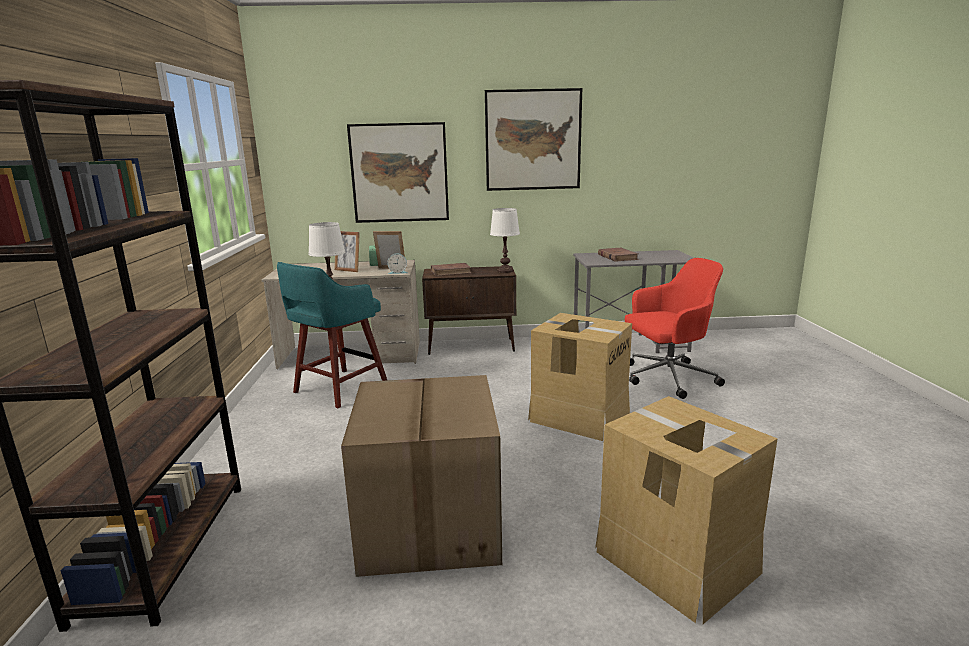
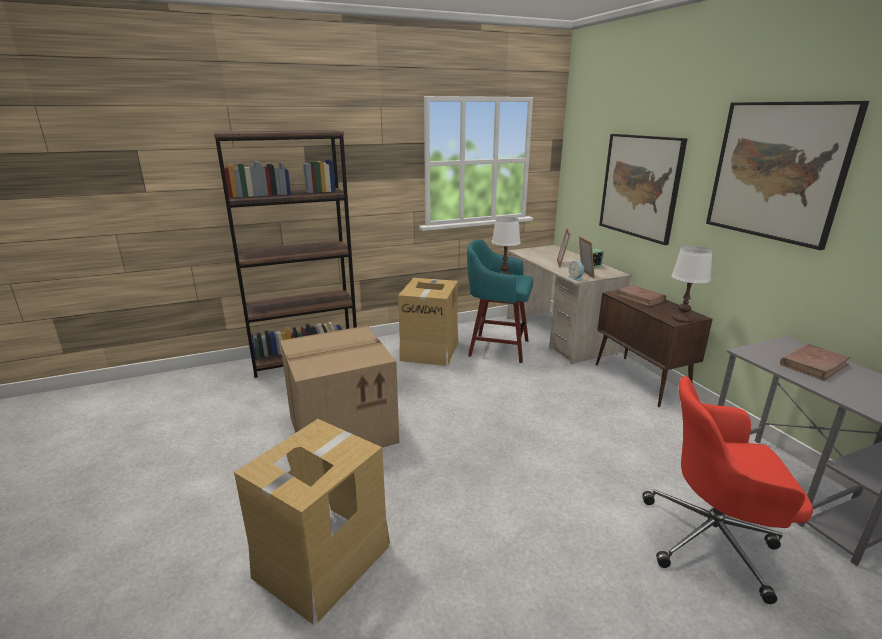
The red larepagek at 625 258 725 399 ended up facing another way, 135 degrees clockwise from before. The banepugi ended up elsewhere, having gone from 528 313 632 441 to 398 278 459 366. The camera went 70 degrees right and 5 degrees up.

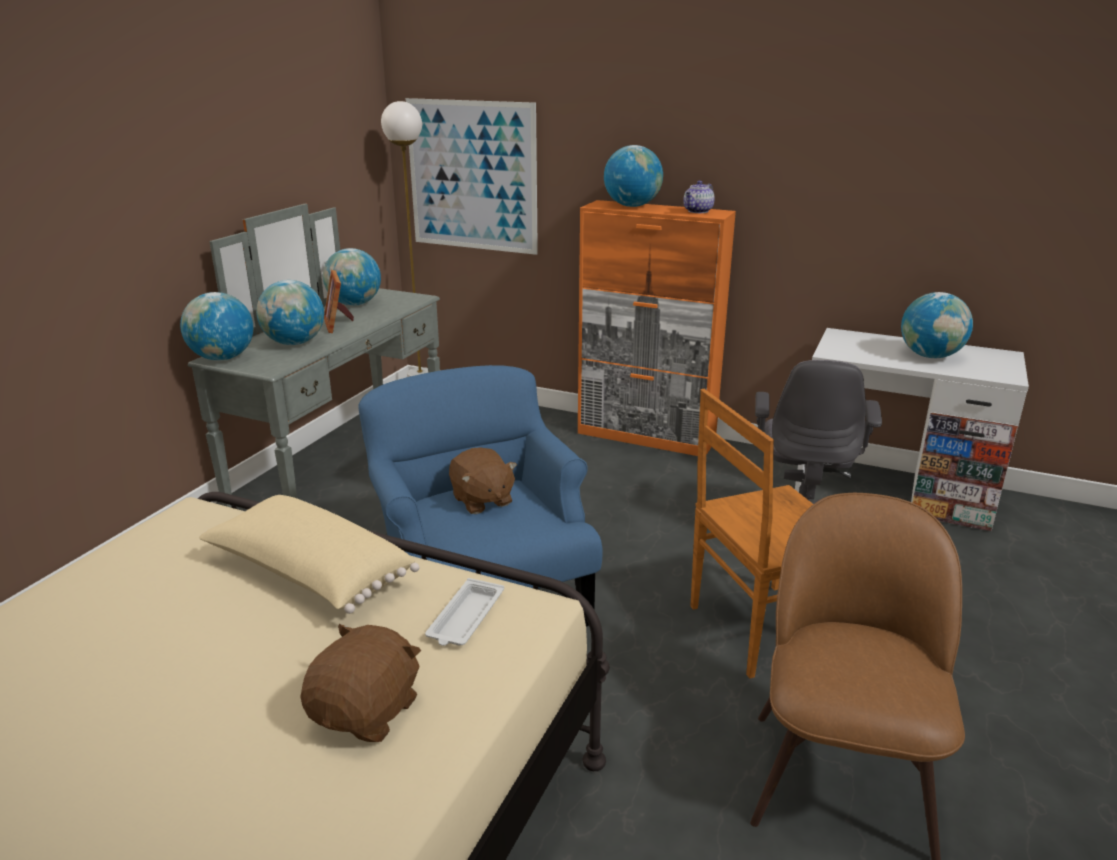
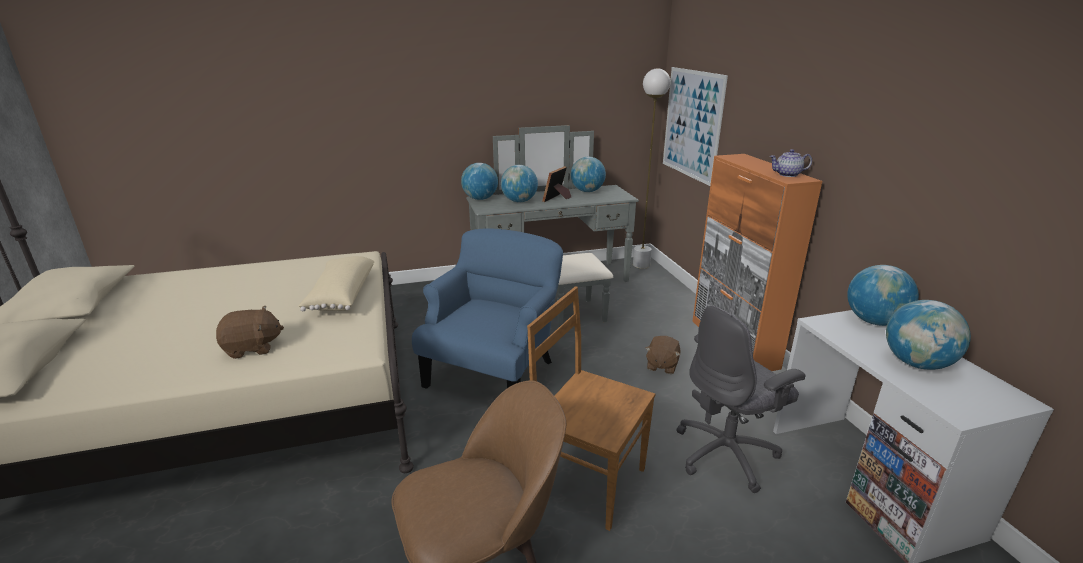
The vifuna ended up elsewhere, having gone from 604 145 663 207 to 847 265 919 326. The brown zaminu ended up elsewhere, having gone from 449 448 517 514 to 645 336 680 374. The second view lost the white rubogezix at 425 578 504 646. The camera went 50 degrees right and 0 degrees up.

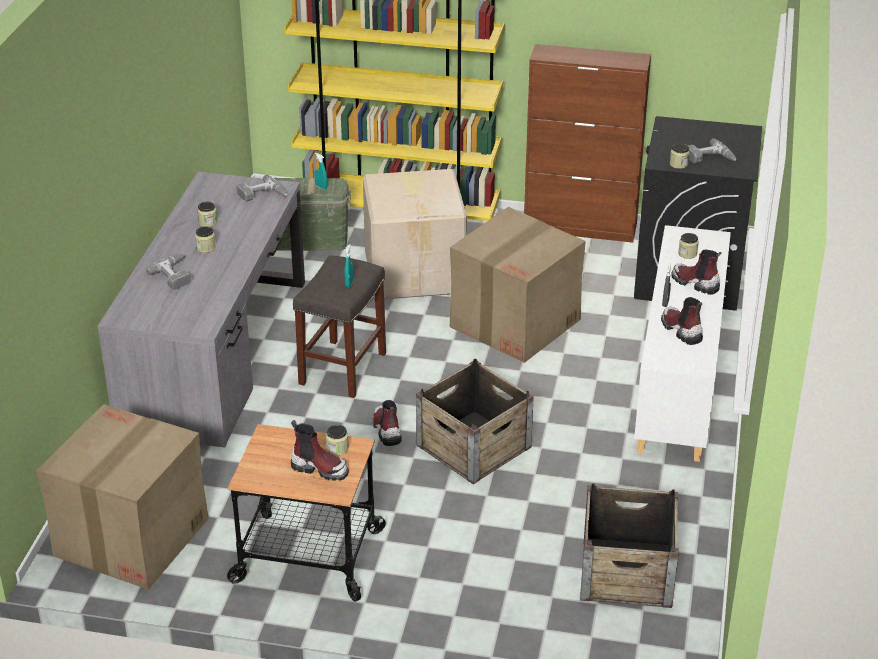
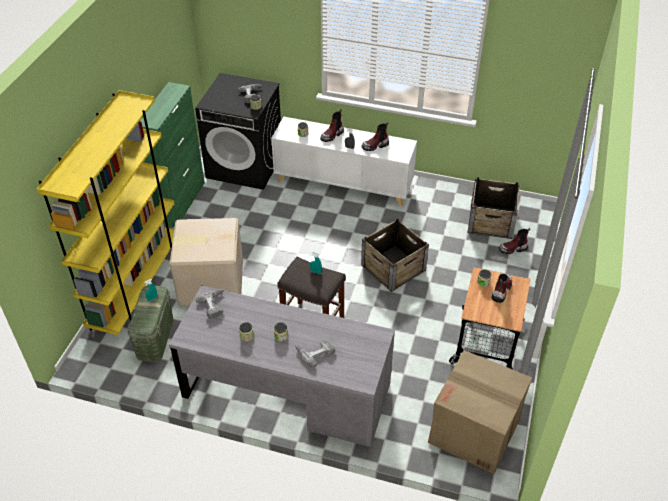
What was the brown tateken at 524 44 651 243 turned into the green tateken at 140 82 205 227. The second view lost the banepugi at 450 207 586 363. The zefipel ended up elsewhere, having gone from 373 400 402 446 to 499 228 531 254. The camera went 85 degrees left and 10 degrees up.

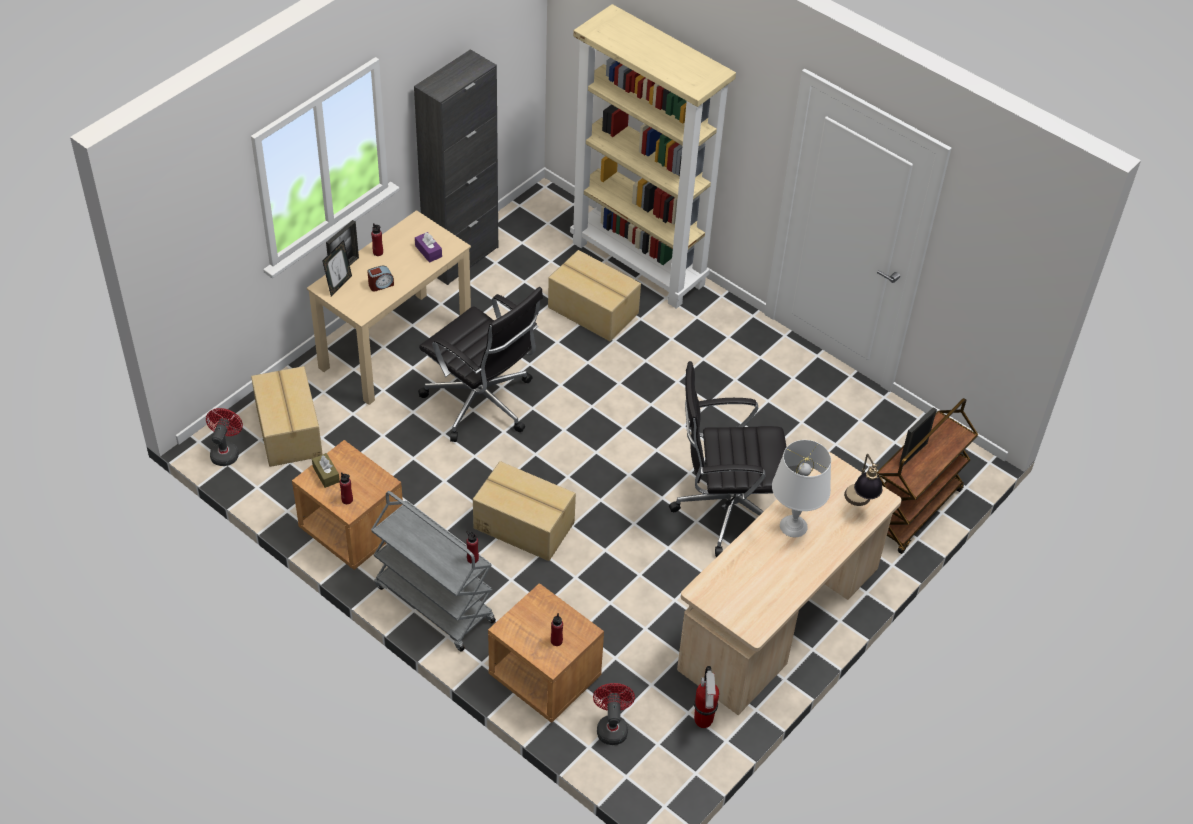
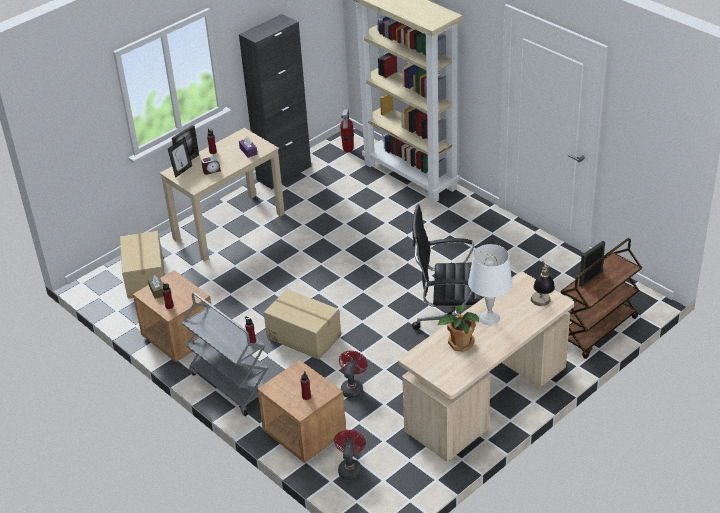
The second view lost the banepugi at 548 250 641 341. The second view lost the black larepagek at 418 287 543 442. The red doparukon ended up elsewhere, having gone from 206 408 243 466 to 339 350 368 398. The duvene ended up elsewhere, having gone from 694 666 719 728 to 340 109 354 153. The second view gained the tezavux at 438 305 479 352. The camera went 10 degrees right and 10 degrees down.

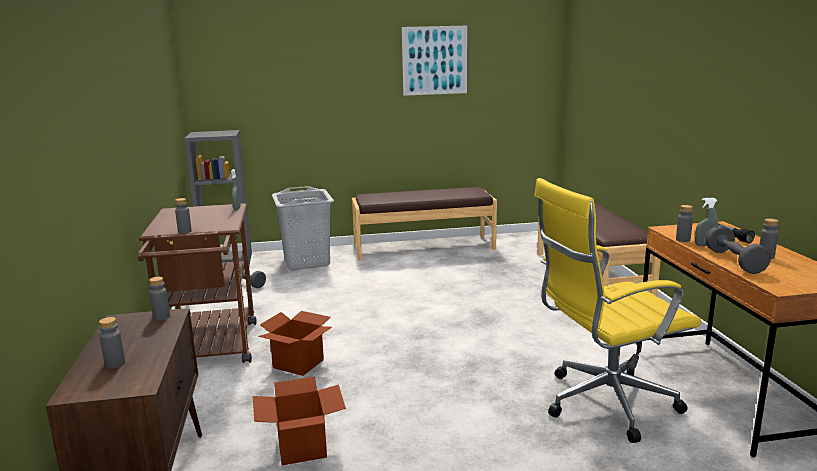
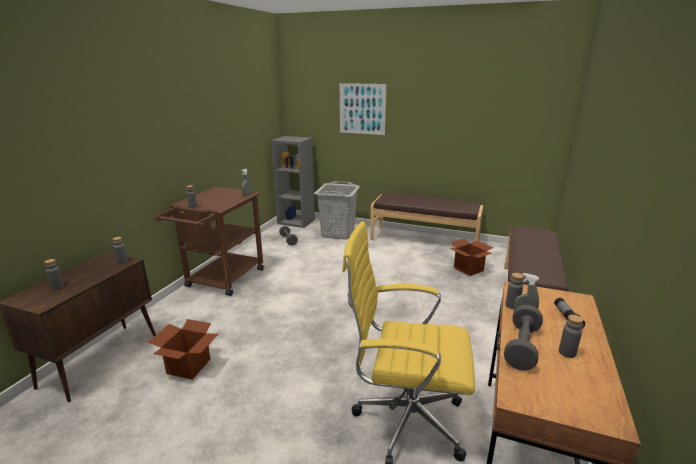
The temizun ended up elsewhere, having gone from 402 26 467 96 to 340 83 386 135. The banepugi ended up elsewhere, having gone from 258 311 332 376 to 449 238 493 276. The camera went 30 degrees right and 5 degrees up.

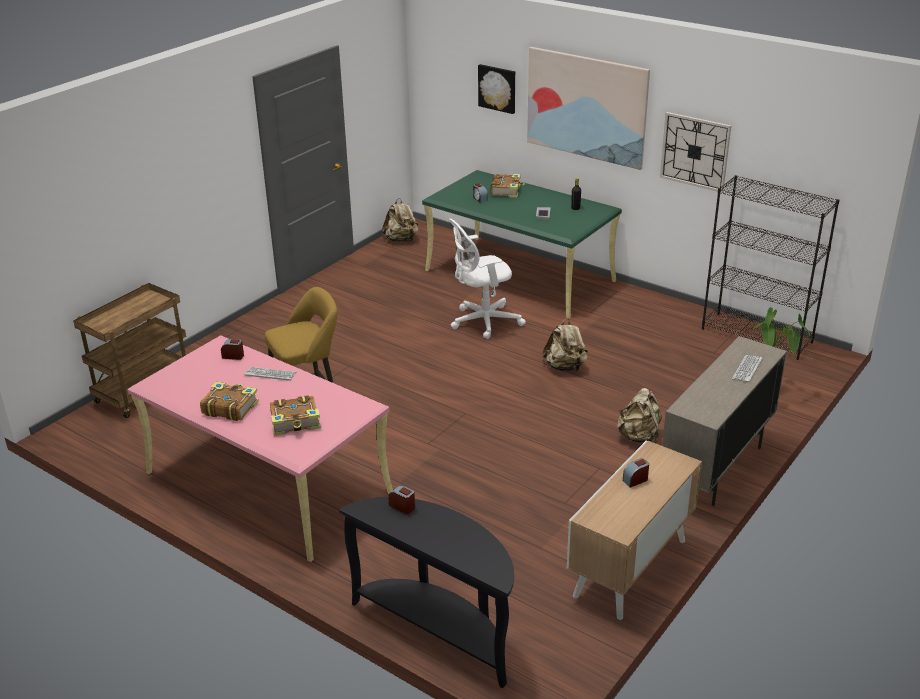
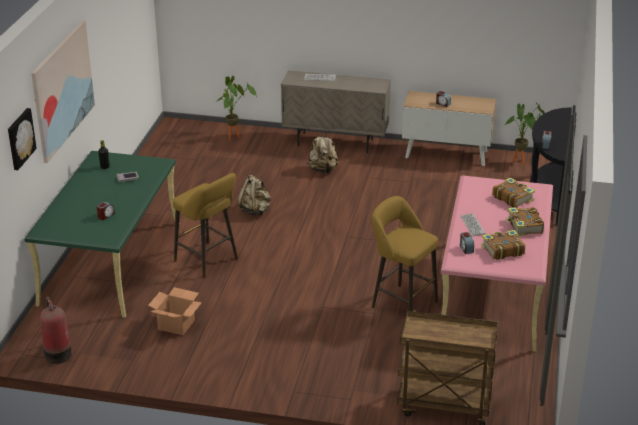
The second view lost the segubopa at 660 112 731 193. The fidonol ended up elsewhere, having gone from 491 174 525 198 to 481 230 525 260. The second view lost the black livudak at 702 175 840 360. Where the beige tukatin stood at 382 198 418 242, the duvene came to stand at 40 297 72 364. Where the white larepagek stood at 449 219 526 339, the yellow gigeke came to stand at 173 173 238 278. The second view gained the tezavux at 505 102 545 166. The second view gained the banepugi at 148 287 202 335. The camera went 115 degrees left and 0 degrees up.

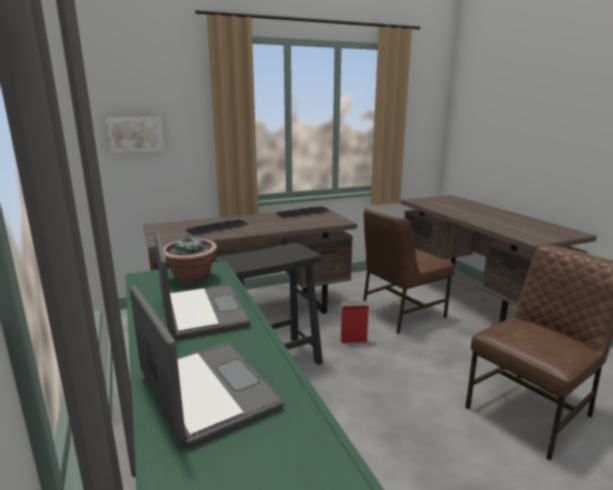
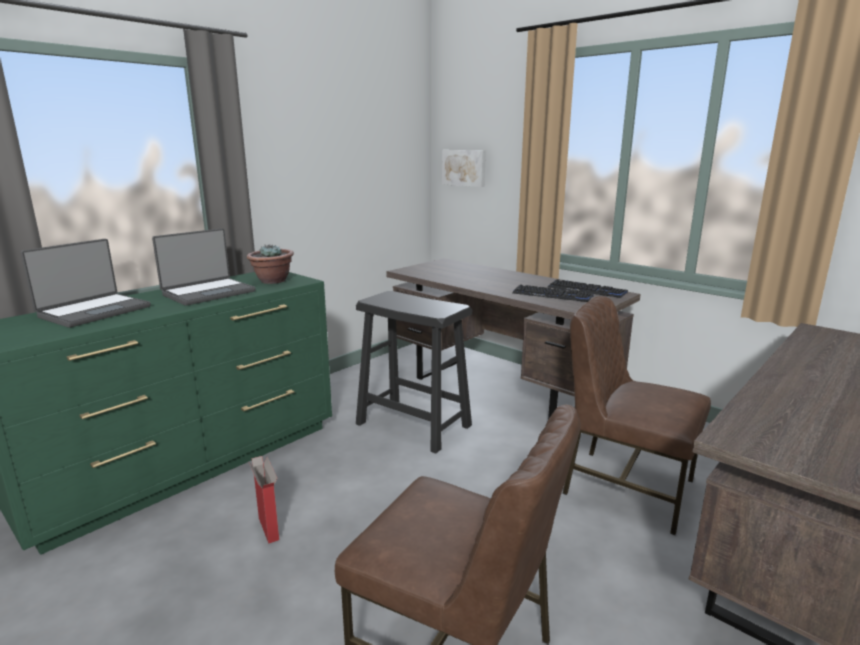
The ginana ended up elsewhere, having gone from 186 219 249 236 to 512 284 594 302. The banepugi ended up elsewhere, having gone from 340 301 372 343 to 248 456 279 544. The camera went 65 degrees right and 0 degrees up.

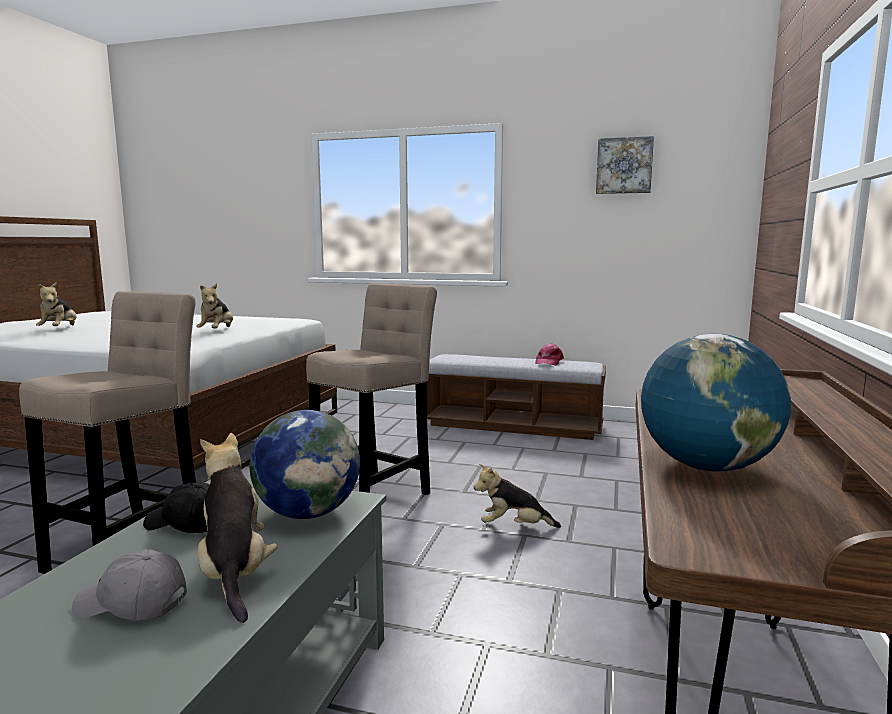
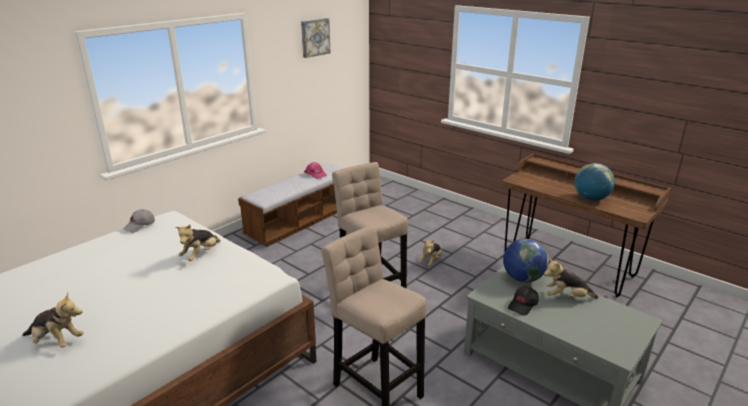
The zaminu at 196 283 233 329 ended up facing another way, 90 degrees clockwise from before. The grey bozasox ended up elsewhere, having gone from 72 549 187 621 to 123 209 155 233. The camera went 65 degrees left and 15 degrees up.

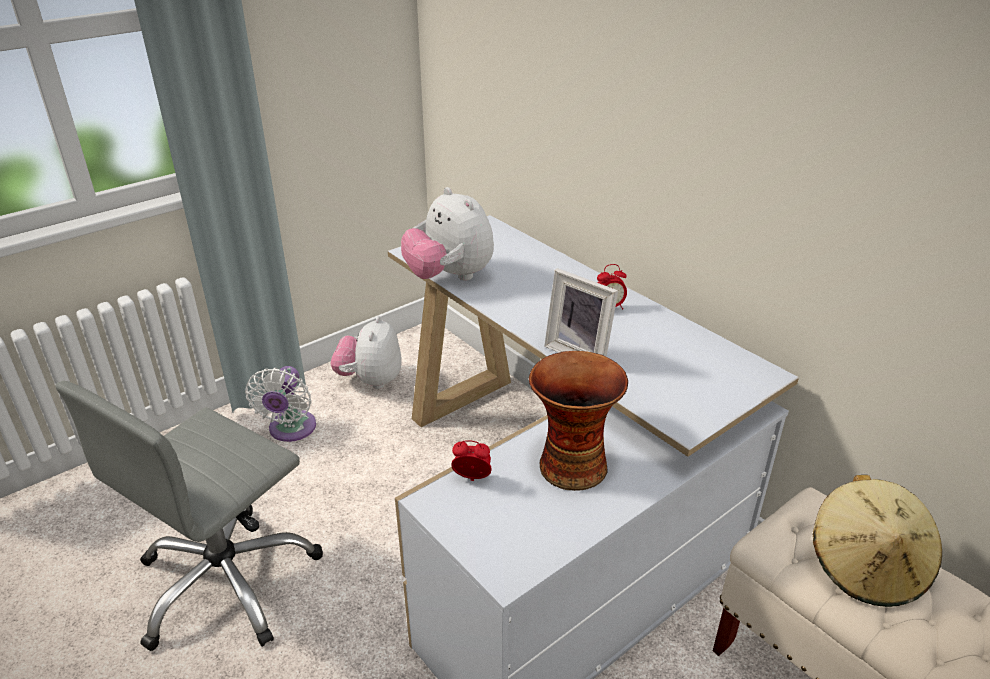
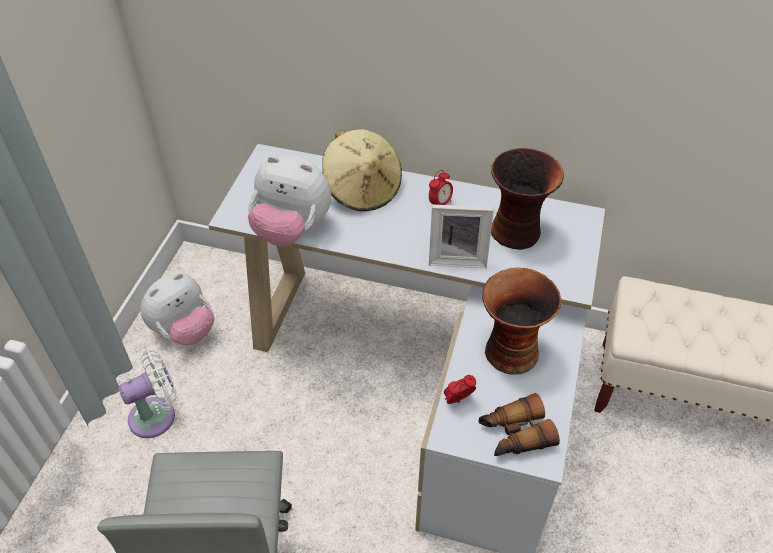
The zaminu at 330 316 402 389 ended up facing another way, 105 degrees counterclockwise from before. The white doparukon at 245 366 316 442 ended up facing another way, 90 degrees counterclockwise from before. The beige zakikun ended up elsewhere, having gone from 813 475 942 607 to 322 129 402 211. The second view gained the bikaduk at 491 148 564 250. The second view gained the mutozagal at 479 393 560 456. The camera went 35 degrees left and 15 degrees up.

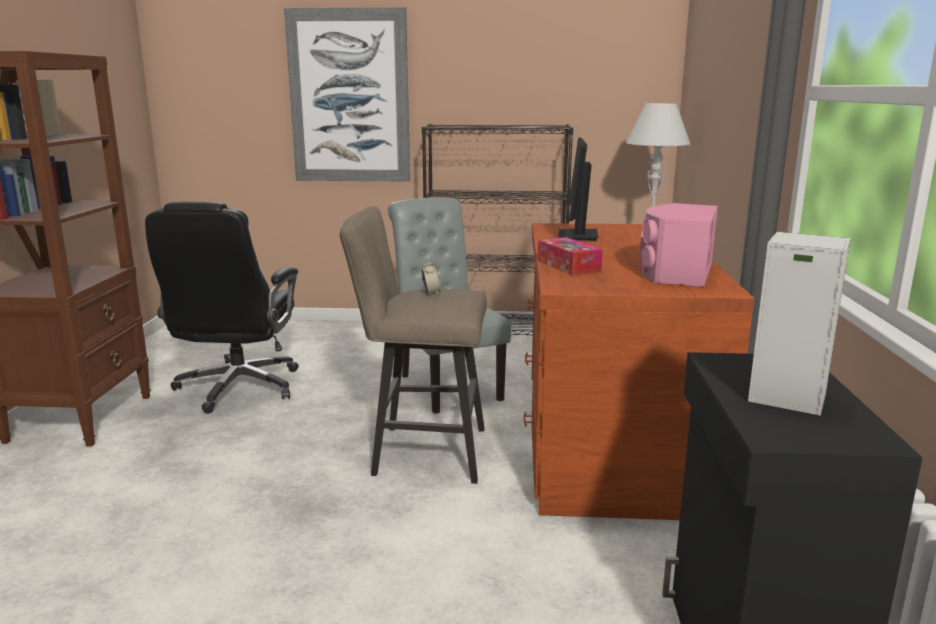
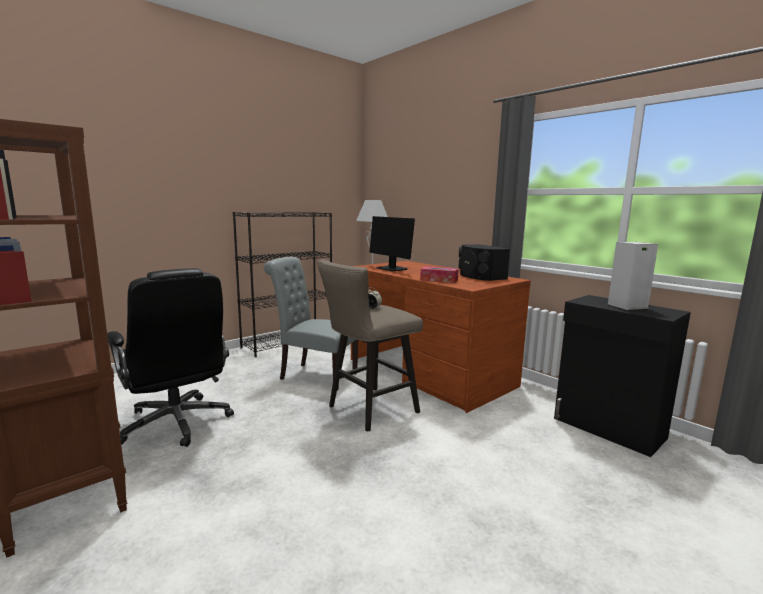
The second view lost the temizun at 284 7 410 182. What was the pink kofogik at 640 203 718 287 turned into the black kofogik at 459 244 510 281. The camera went 45 degrees left and 5 degrees down.

